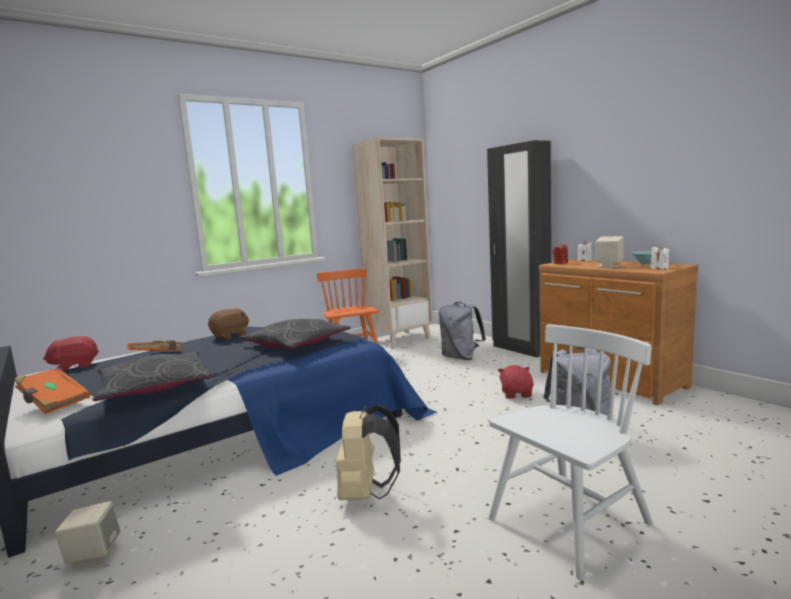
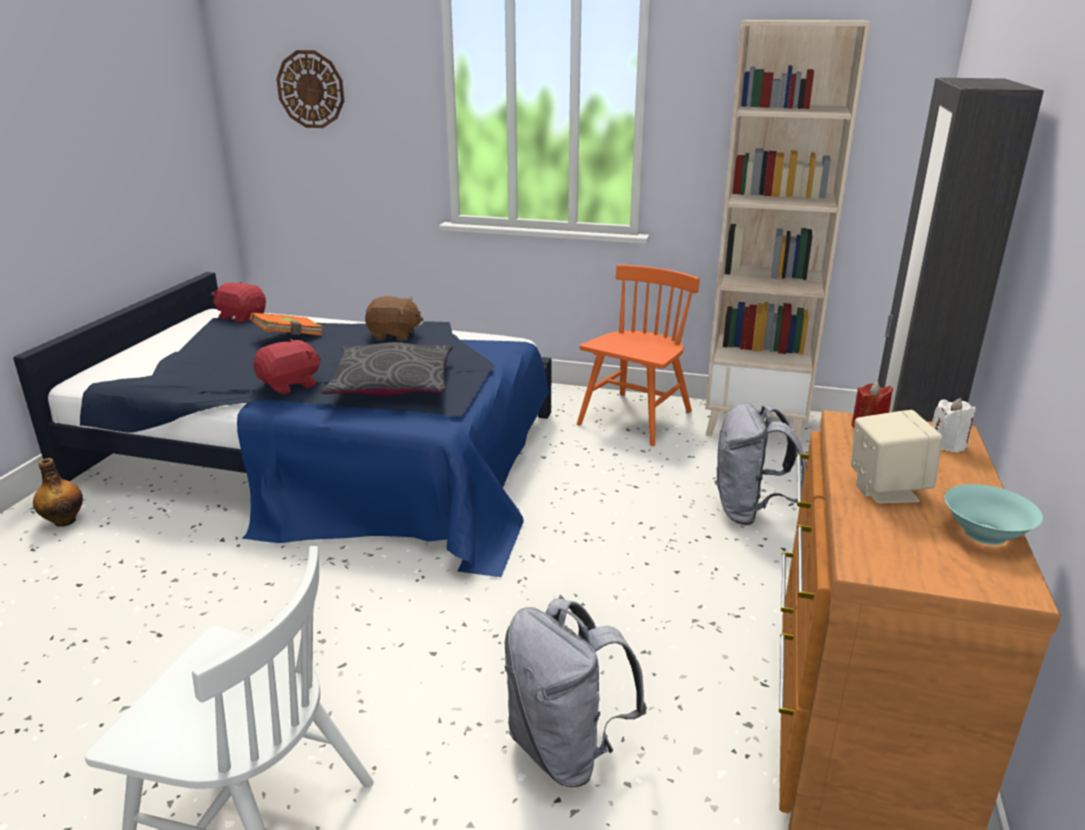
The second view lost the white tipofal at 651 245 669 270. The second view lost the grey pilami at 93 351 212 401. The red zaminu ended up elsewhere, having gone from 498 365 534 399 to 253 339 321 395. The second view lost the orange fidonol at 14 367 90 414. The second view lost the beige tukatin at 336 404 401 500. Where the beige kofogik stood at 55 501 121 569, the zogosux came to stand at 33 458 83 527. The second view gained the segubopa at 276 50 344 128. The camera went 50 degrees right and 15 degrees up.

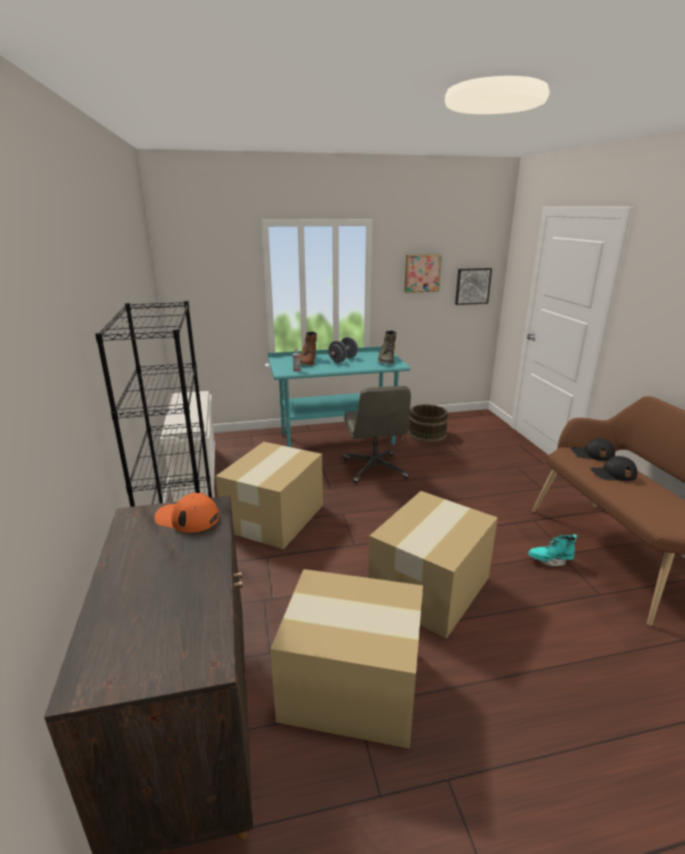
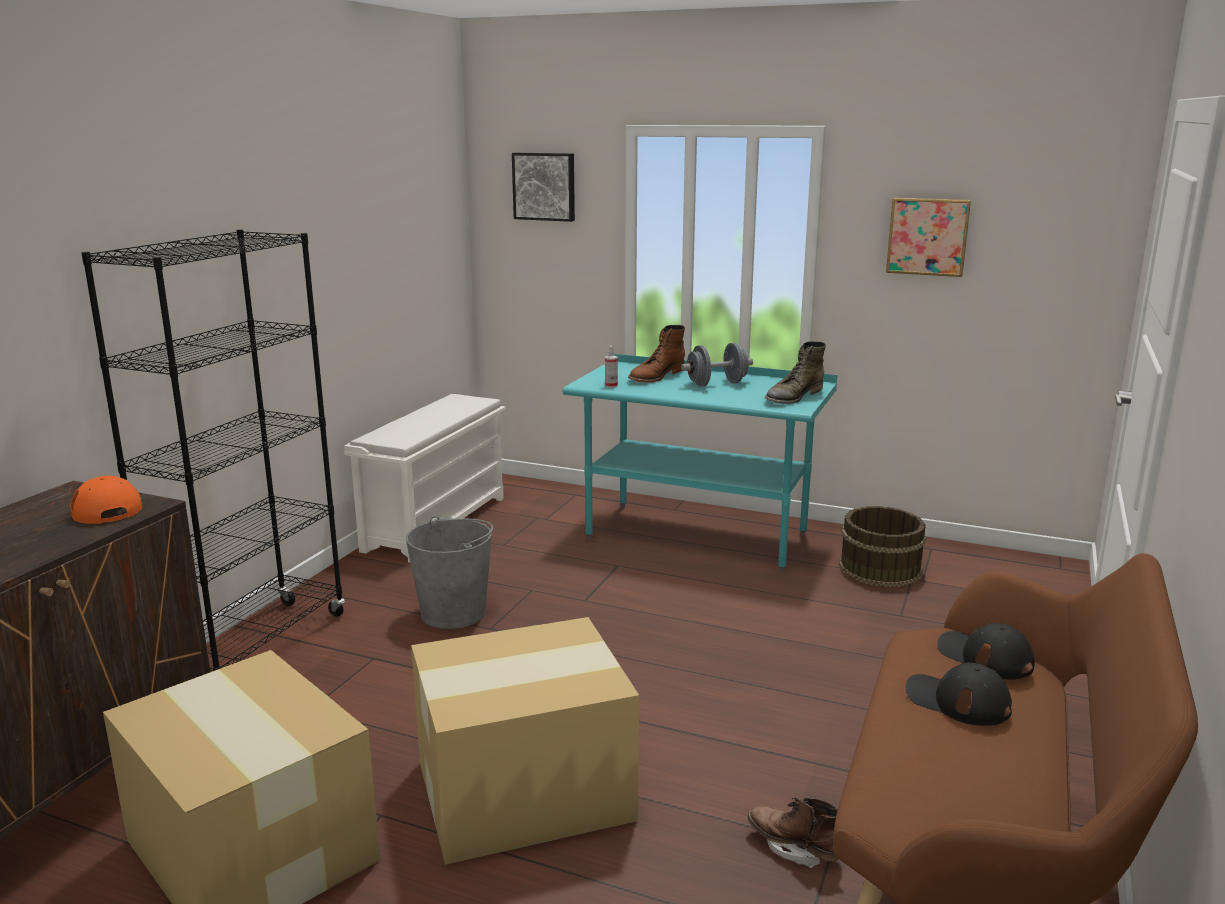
The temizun ended up elsewhere, having gone from 455 268 492 305 to 512 153 575 222. The second view lost the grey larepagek at 343 386 411 484. Where the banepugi stood at 216 442 323 549, the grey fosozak came to stand at 406 516 493 629. What was the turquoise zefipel at 528 534 577 566 turned into the brown zefipel at 747 797 838 868. The camera went 35 degrees right and 5 degrees down.

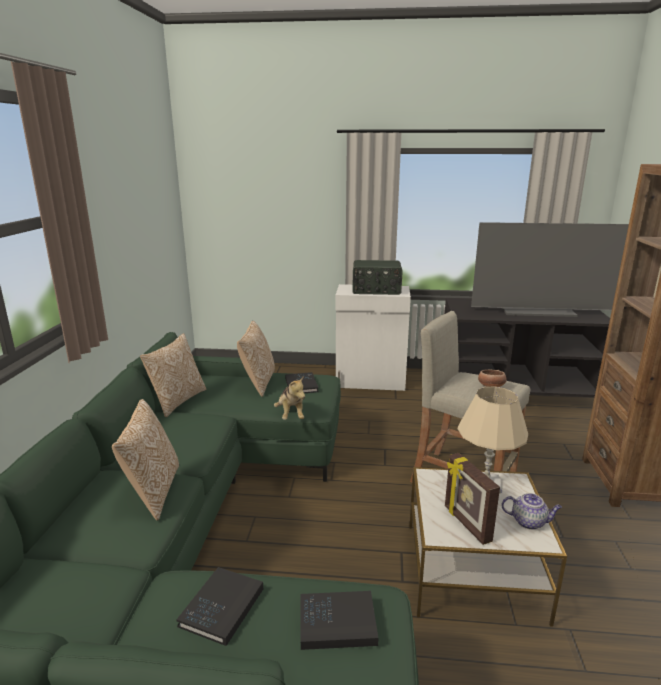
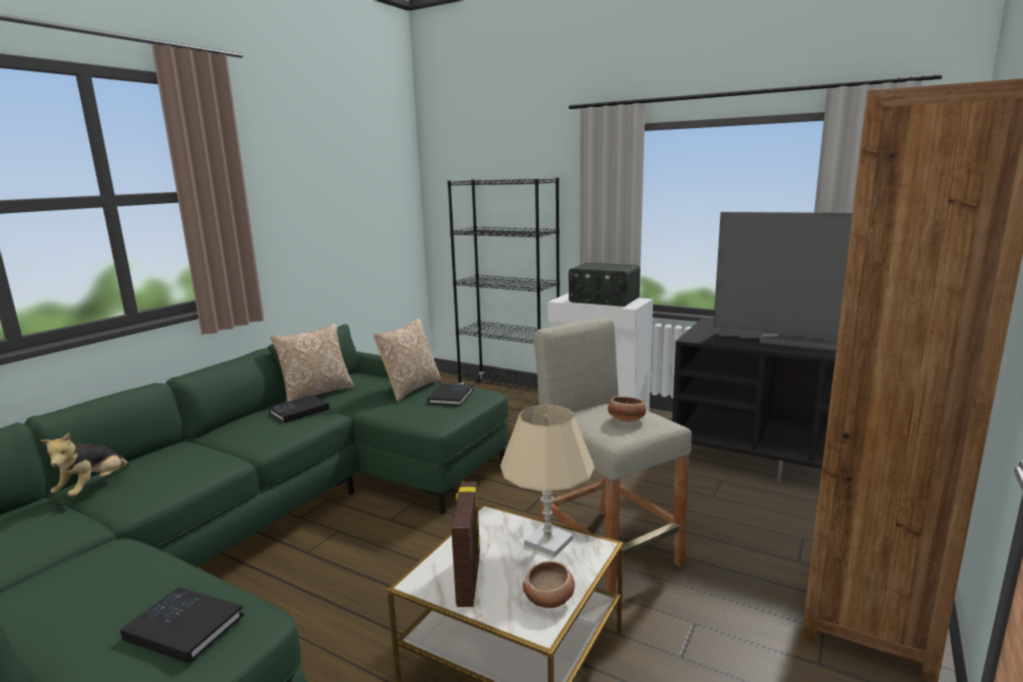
The zaminu ended up elsewhere, having gone from 274 376 305 420 to 40 433 130 497. The second view lost the pilami at 112 399 179 521. Where the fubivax stood at 502 493 562 530, the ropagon came to stand at 523 561 575 608. The black fidonol ended up elsewhere, having gone from 176 567 263 646 to 269 395 329 423. The second view gained the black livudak at 447 178 560 401. The camera went 25 degrees right and 5 degrees down.

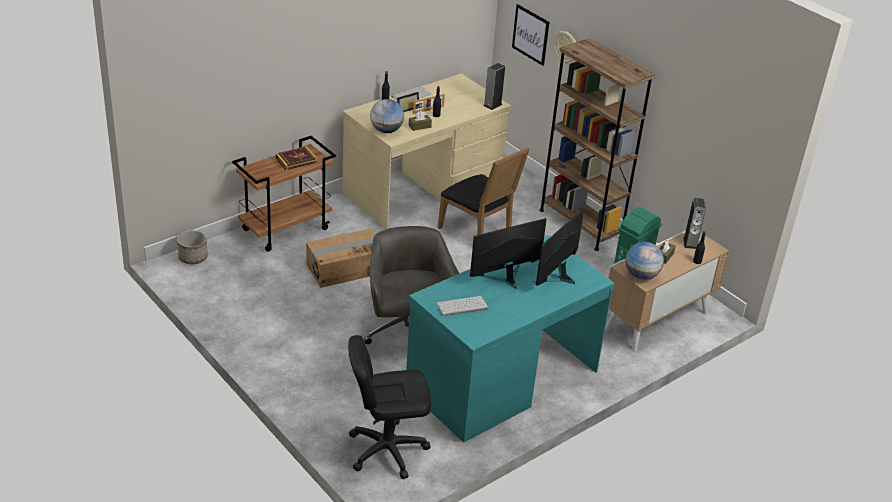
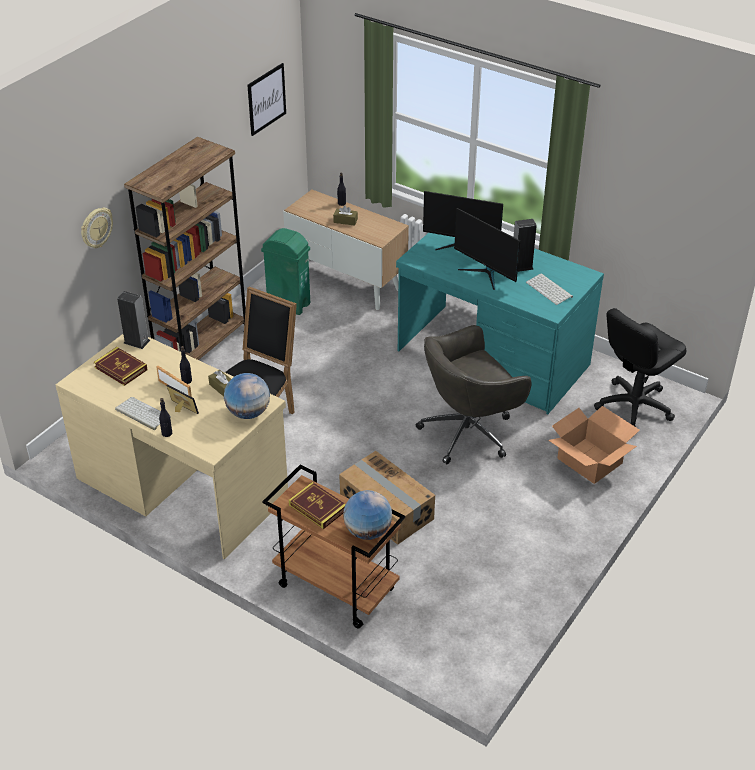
The temizun ended up elsewhere, having gone from 512 4 549 66 to 247 63 286 136. The kofogik ended up elsewhere, having gone from 683 198 706 249 to 514 219 536 272. The second view lost the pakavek at 177 230 208 264. The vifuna ended up elsewhere, having gone from 625 242 664 280 to 343 490 392 540. The black larepagek at 348 335 431 479 ended up facing another way, 75 degrees clockwise from before. The second view gained the fidonol at 94 347 148 386. The second view gained the banepugi at 548 406 640 484. The camera went 105 degrees left and 5 degrees up.

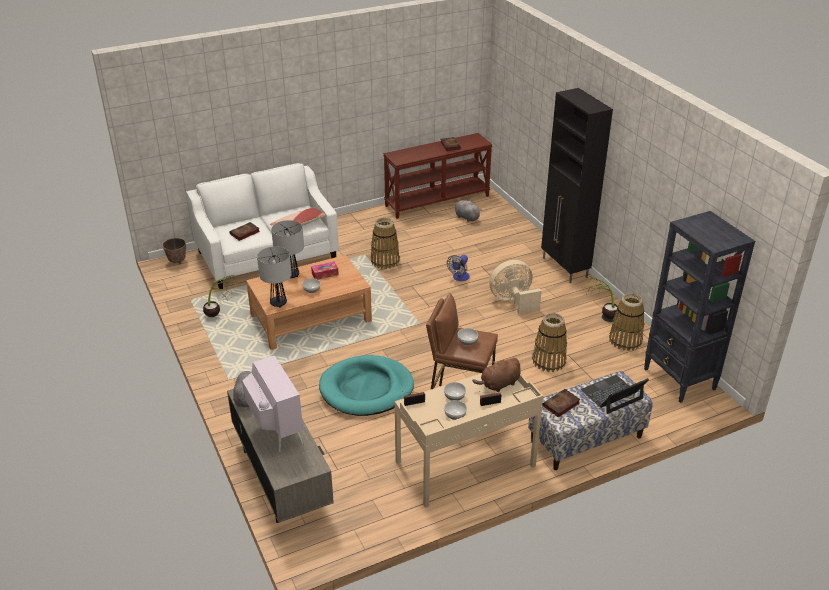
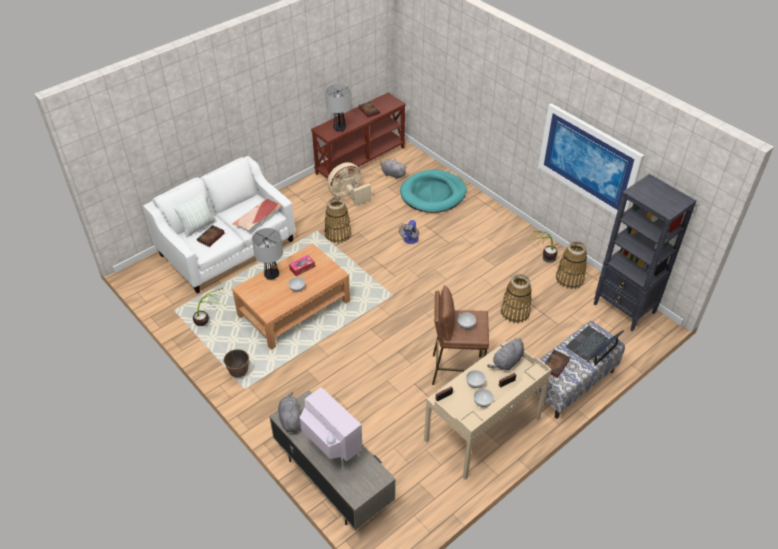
The second view lost the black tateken at 541 88 613 283. The pakavek ended up elsewhere, having gone from 162 238 186 264 to 223 349 249 377. The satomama ended up elsewhere, having gone from 257 246 292 308 to 325 84 351 132. The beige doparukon ended up elsewhere, having gone from 489 260 542 314 to 327 162 371 206. The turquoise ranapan ended up elsewhere, having gone from 319 355 414 416 to 400 170 467 213. What was the brown zaminu at 472 358 521 392 turned into the grey zaminu at 487 338 524 370. The second view gained the temizun at 538 103 644 215. The second view gained the pilami at 174 191 217 238. The camera went 15 degrees left and 10 degrees up.

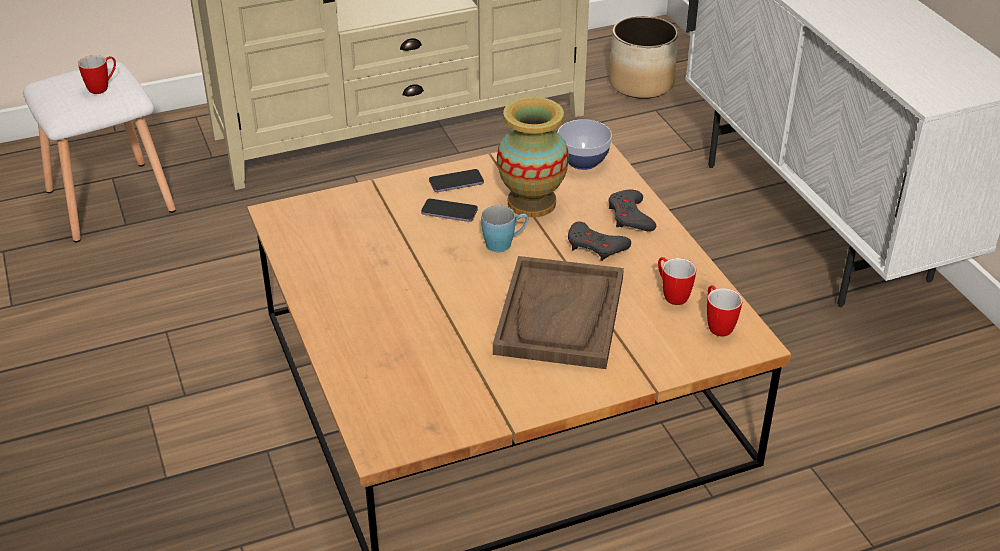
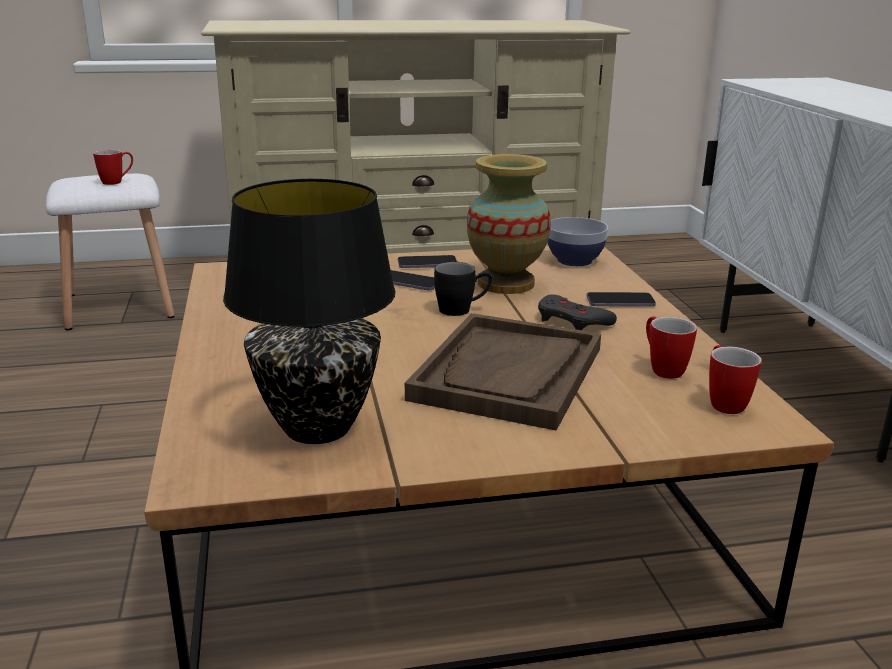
The second view lost the pakavek at 609 16 679 99. Where the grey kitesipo stood at 608 190 656 232, the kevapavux came to stand at 587 292 656 307. What was the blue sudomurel at 481 205 529 252 turned into the black sudomurel at 434 262 492 316. The second view gained the black satomama at 223 179 396 444. The camera went 10 degrees right and 15 degrees down.

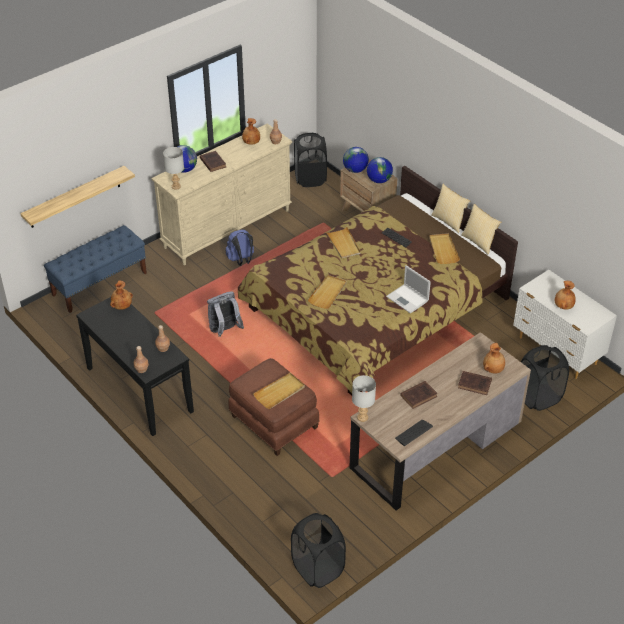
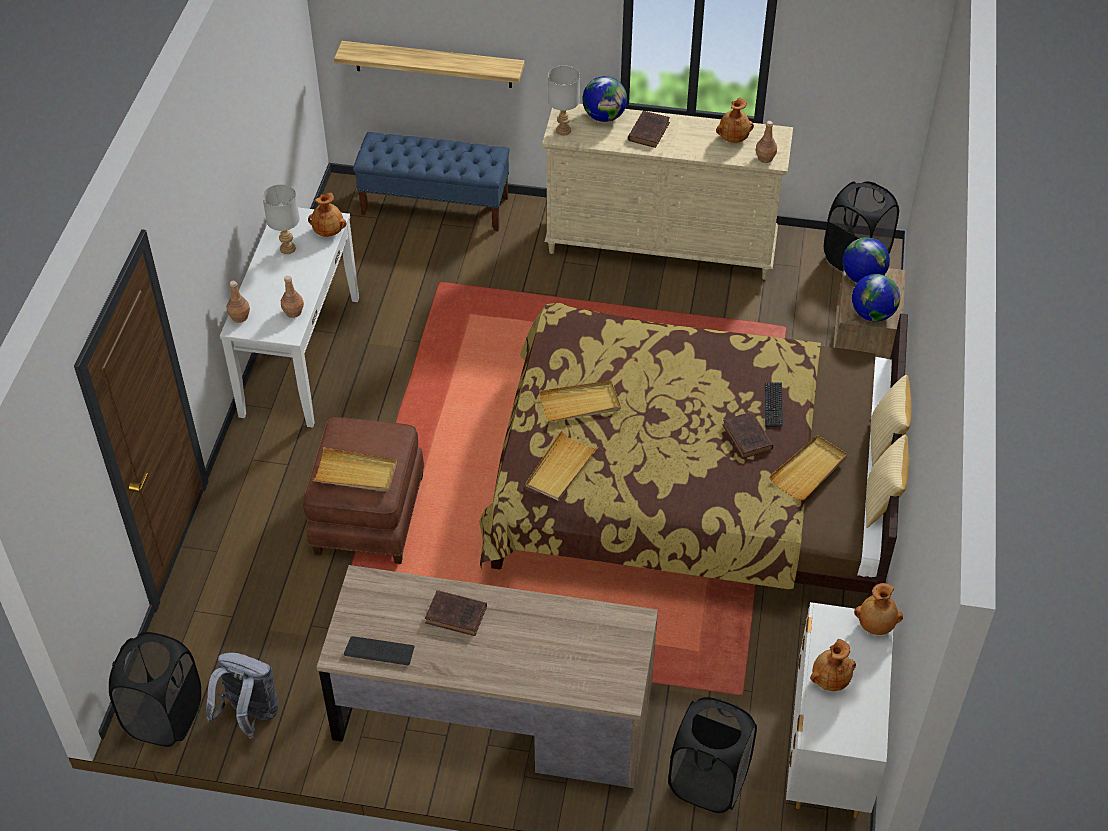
The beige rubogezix ended up elsewhere, having gone from 326 227 361 259 to 526 430 599 501. The second view lost the blue tukatin at 226 229 254 266. The second view lost the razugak at 386 265 431 314. The grey tukatin ended up elsewhere, having gone from 207 291 244 337 to 206 653 279 739. What was the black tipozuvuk at 76 297 194 436 turned into the white tipozuvuk at 220 208 359 428. The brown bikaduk ended up elsewhere, having gone from 483 343 505 374 to 854 583 903 635. The brown fidonol ended up elsewhere, having gone from 458 371 492 395 to 723 411 773 459. The grey satomama ended up elsewhere, having gone from 352 375 376 422 to 262 184 300 254. The camera went 50 degrees right and 5 degrees up.

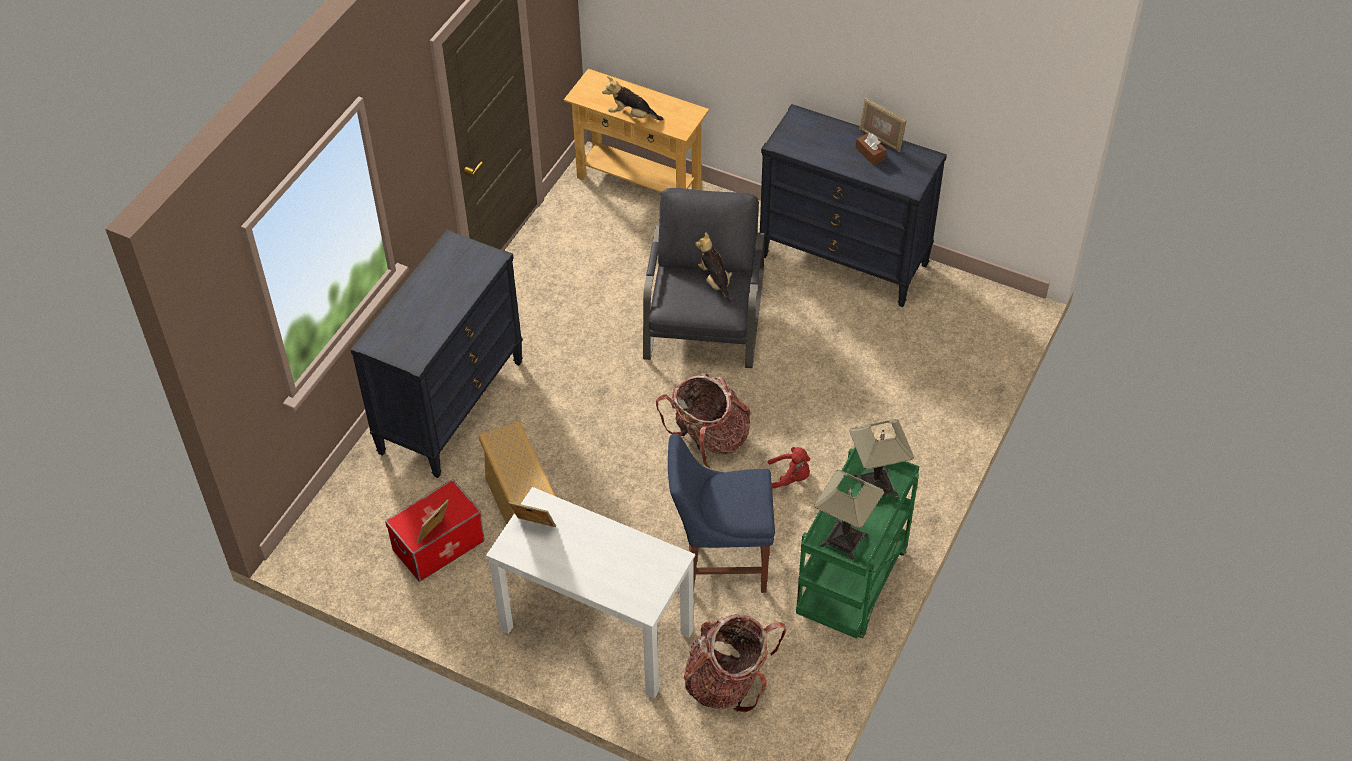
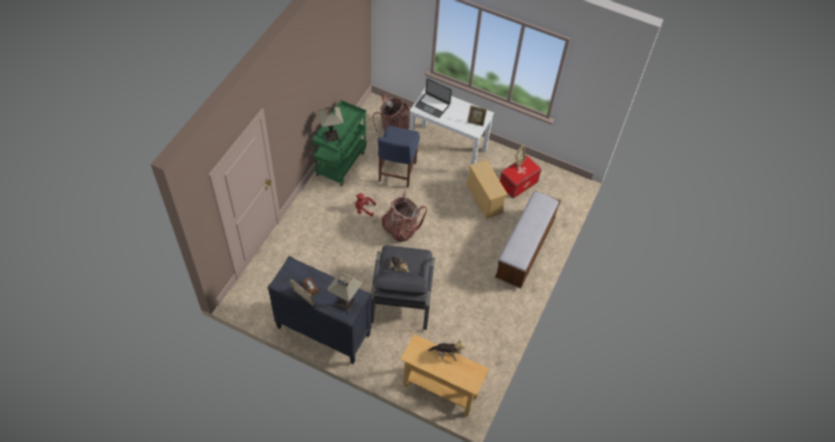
Where the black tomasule stood at 351 229 523 478, the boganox came to stand at 495 190 561 288. The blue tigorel at 668 434 775 593 ended up facing another way, 105 degrees clockwise from before. The satomama ended up elsewhere, having gone from 814 470 884 561 to 327 271 362 315. The second view gained the razugak at 415 78 452 118. The camera went 175 degrees right and 5 degrees up.

